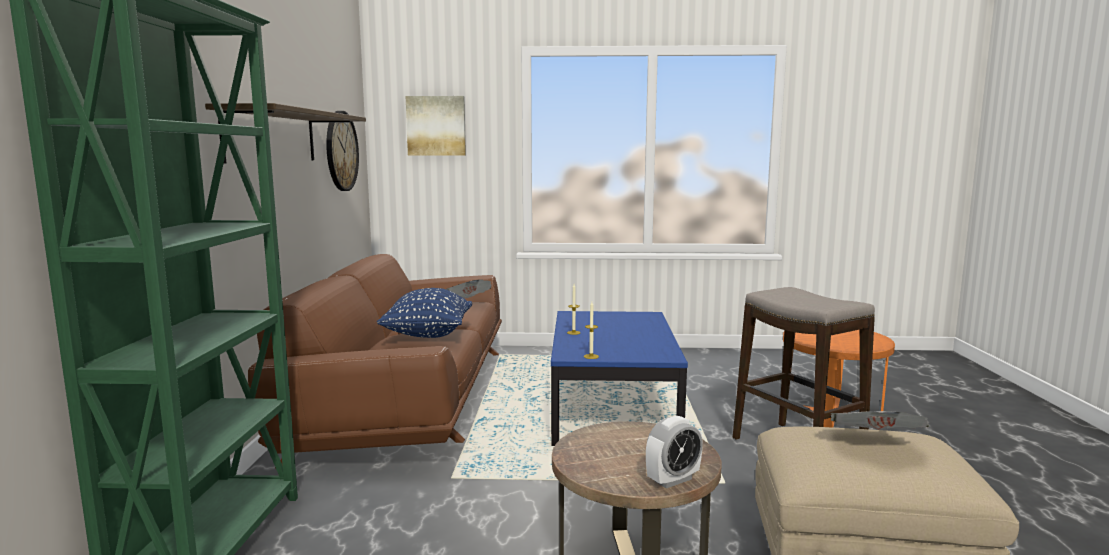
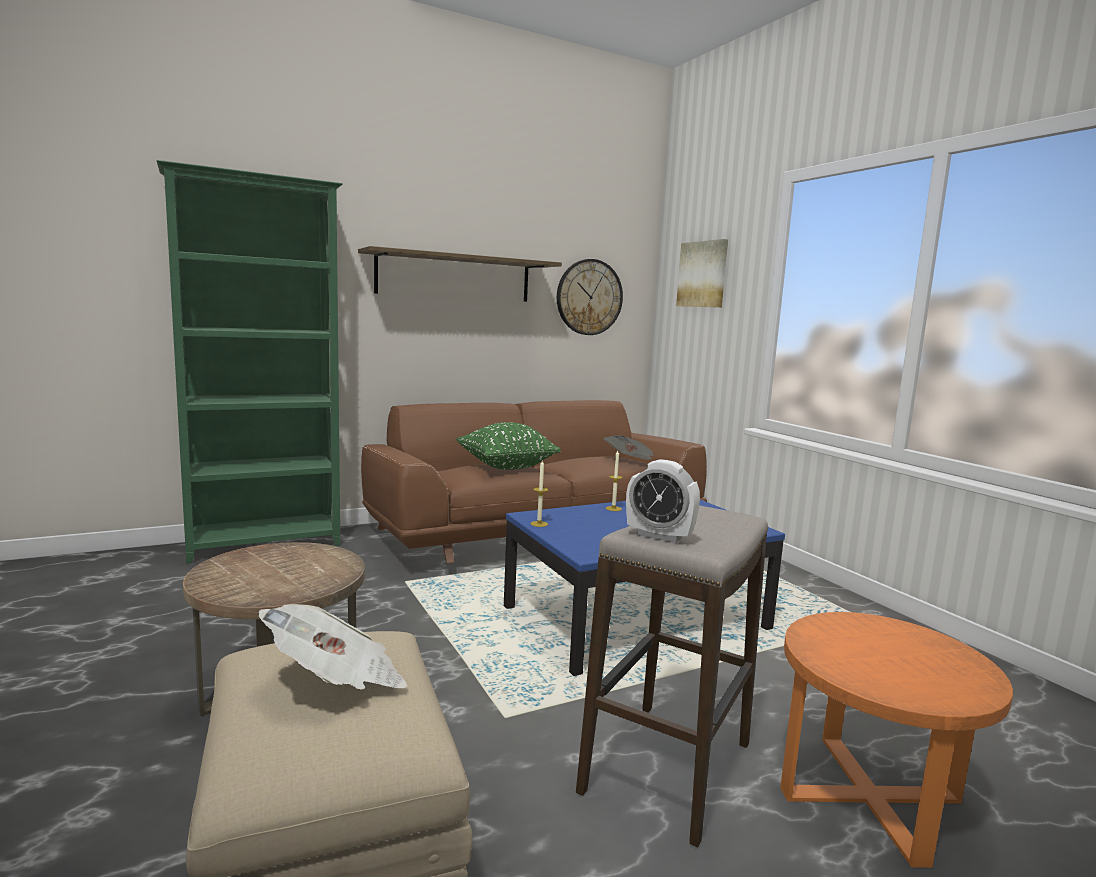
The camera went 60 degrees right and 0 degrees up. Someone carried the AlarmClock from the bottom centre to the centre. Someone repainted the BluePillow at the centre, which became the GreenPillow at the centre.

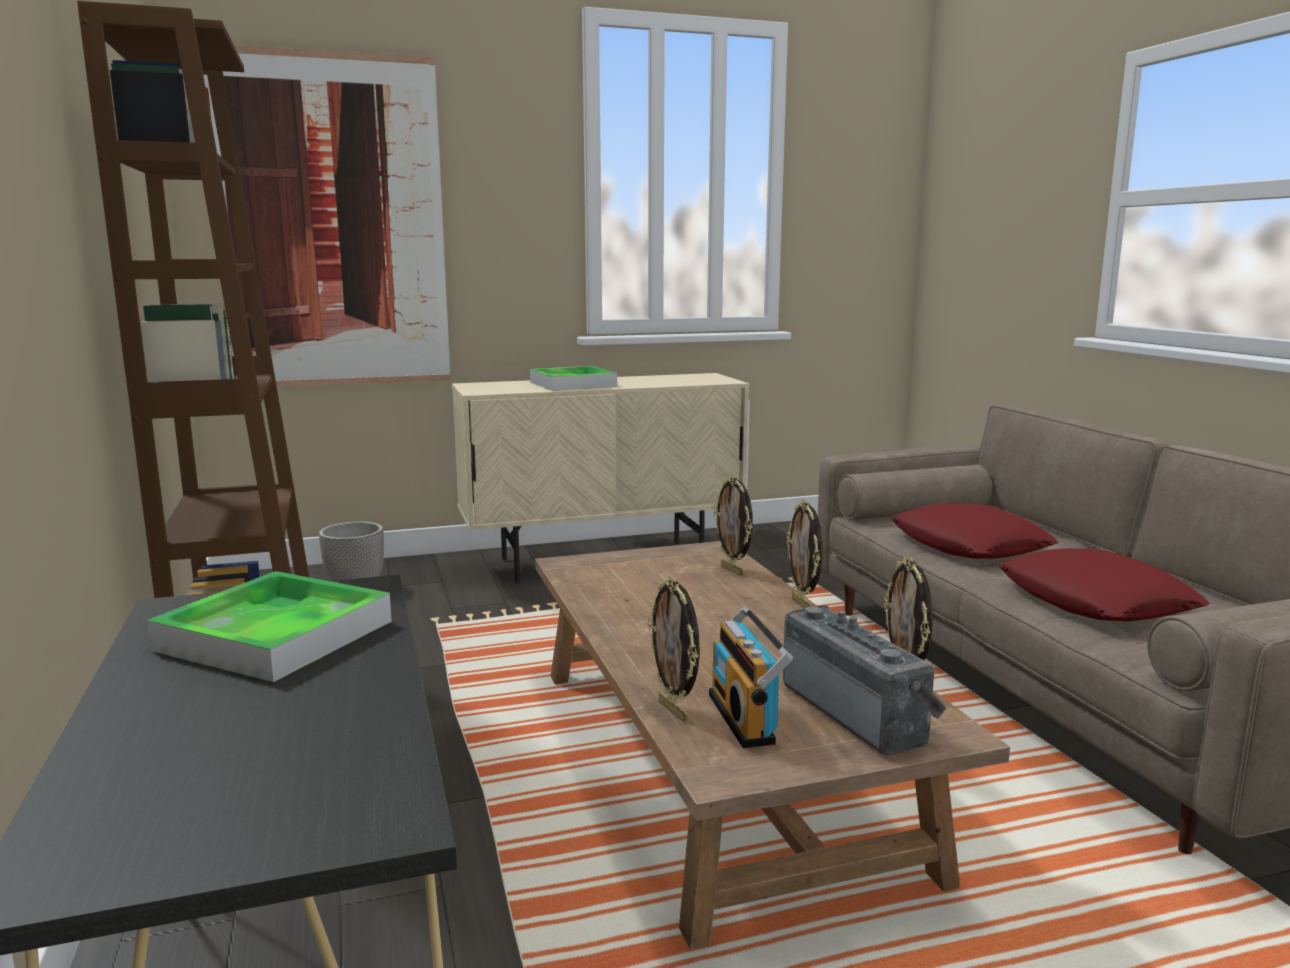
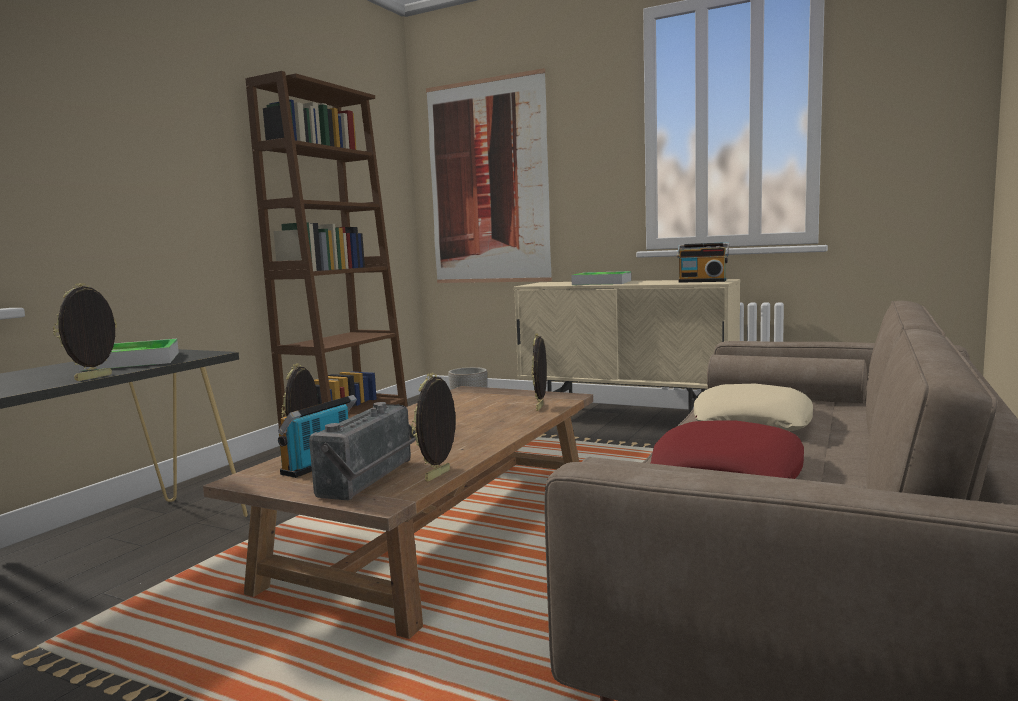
The camera went 45 degrees right and 5 degrees down. Someone put down the Radio (3rd from left) at the middle right. Someone carried the PictureFrame (3rd from left in the first image) from the centre to the middle left. Someone repainted the RedPillow (1st from left) at the middle right, which became the BeigePillow at the middle right.

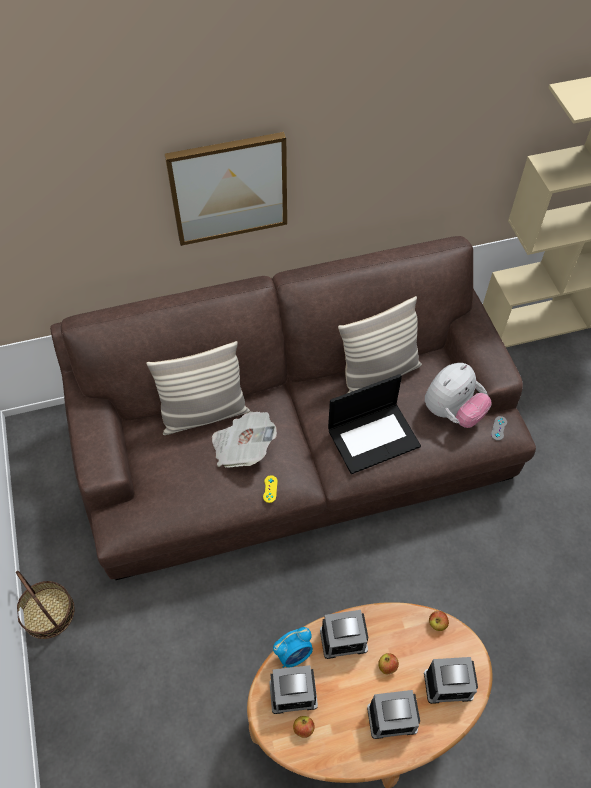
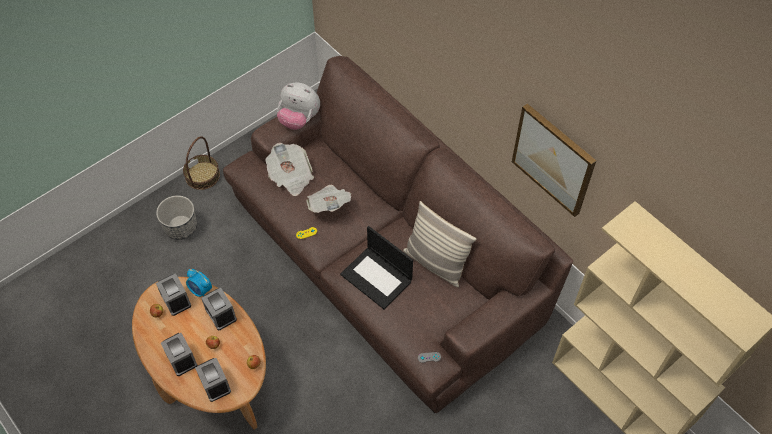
The camera went 65 degrees right and 0 degrees up. Someone took away the Pillow (1st from left) at the centre. Someone put down the Planter at the middle left. Someone put down the Newspaper (1st from left) at the centre. Someone carried the Picture from the top centre to the middle right. Someone carried the PlushToy from the middle right to the top centre.

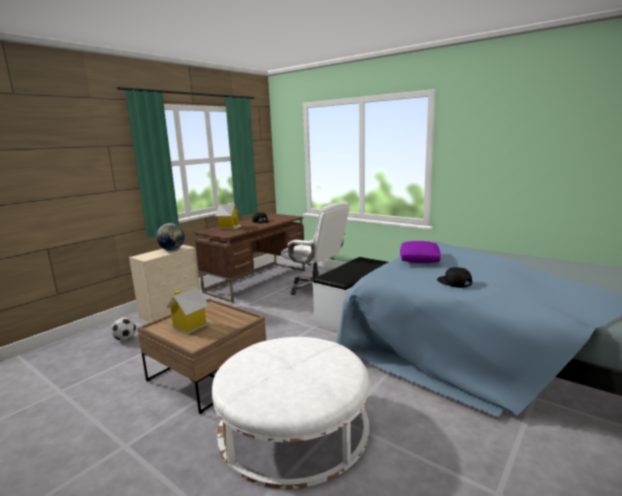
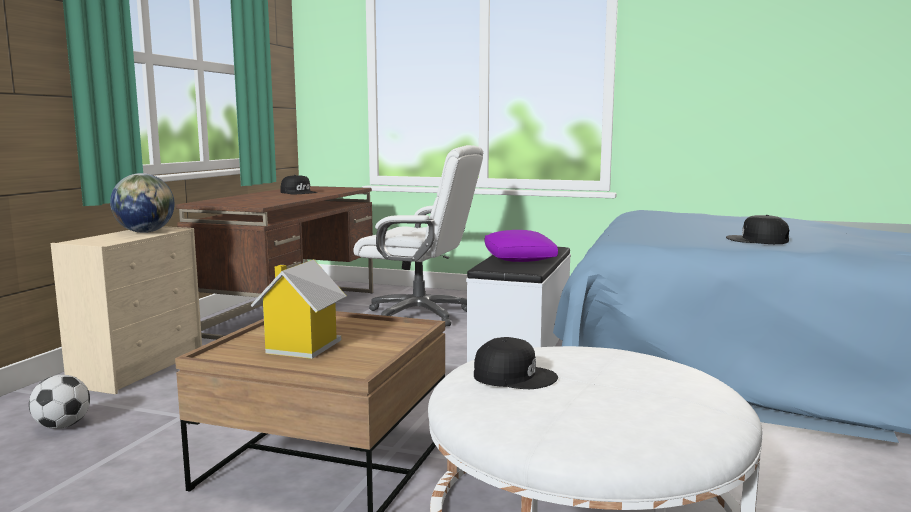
The camera went 20 degrees left and 5 degrees down. Someone took away the ToyHouse (2nd from left) at the centre. Someone put down the BlackCap (2nd from left) at the bottom centre. Someone carried the PurplePillow from the middle right to the centre.

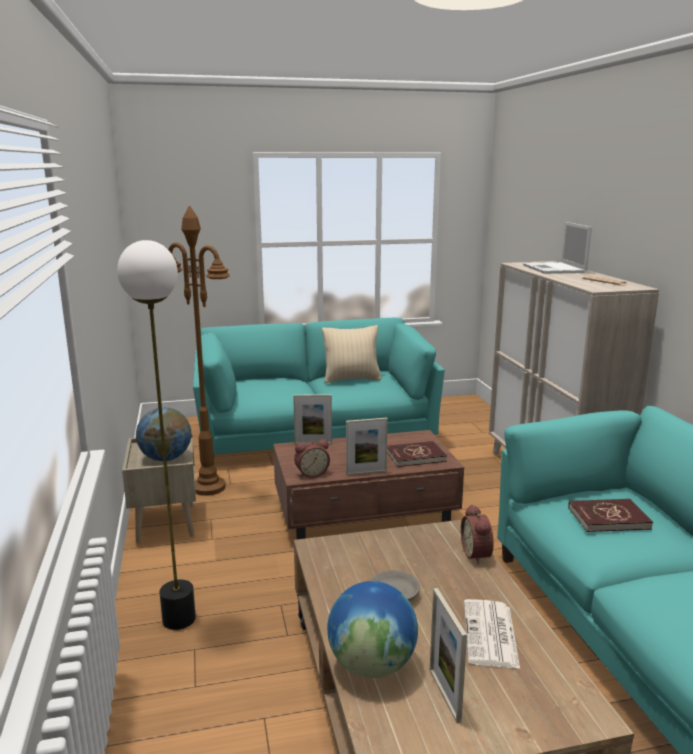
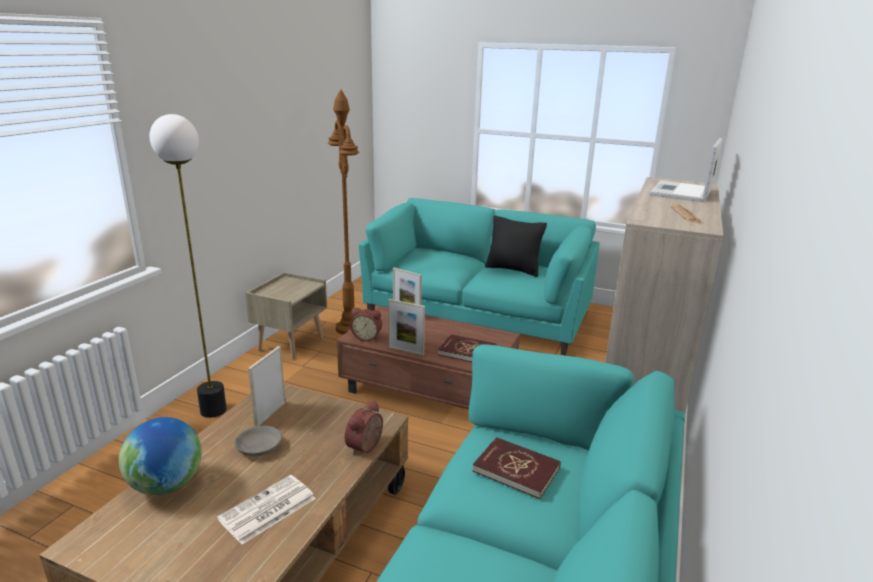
The camera went 35 degrees right and 5 degrees up. Someone took away the Globe (1st from left) at the middle left. Someone carried the PictureFrame (3rd from left in the first image) from the bottom centre to the middle left. Someone repainted the BeigePillow at the centre, which became the BlackPillow at the centre.

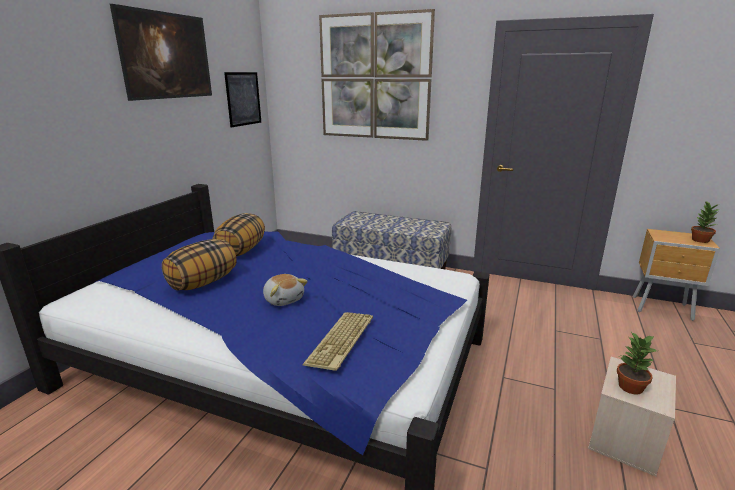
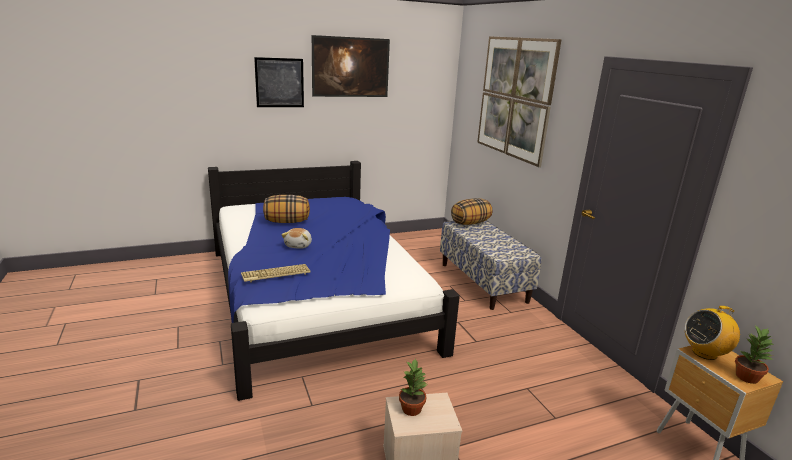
The camera went 45 degrees right and 0 degrees up. Someone put down the Radio at the bottom right. Someone carried the Pillow (2nd from left) from the middle left to the centre. Someone carried the Picture (2nd from left in the first image) from the top left to the top centre.

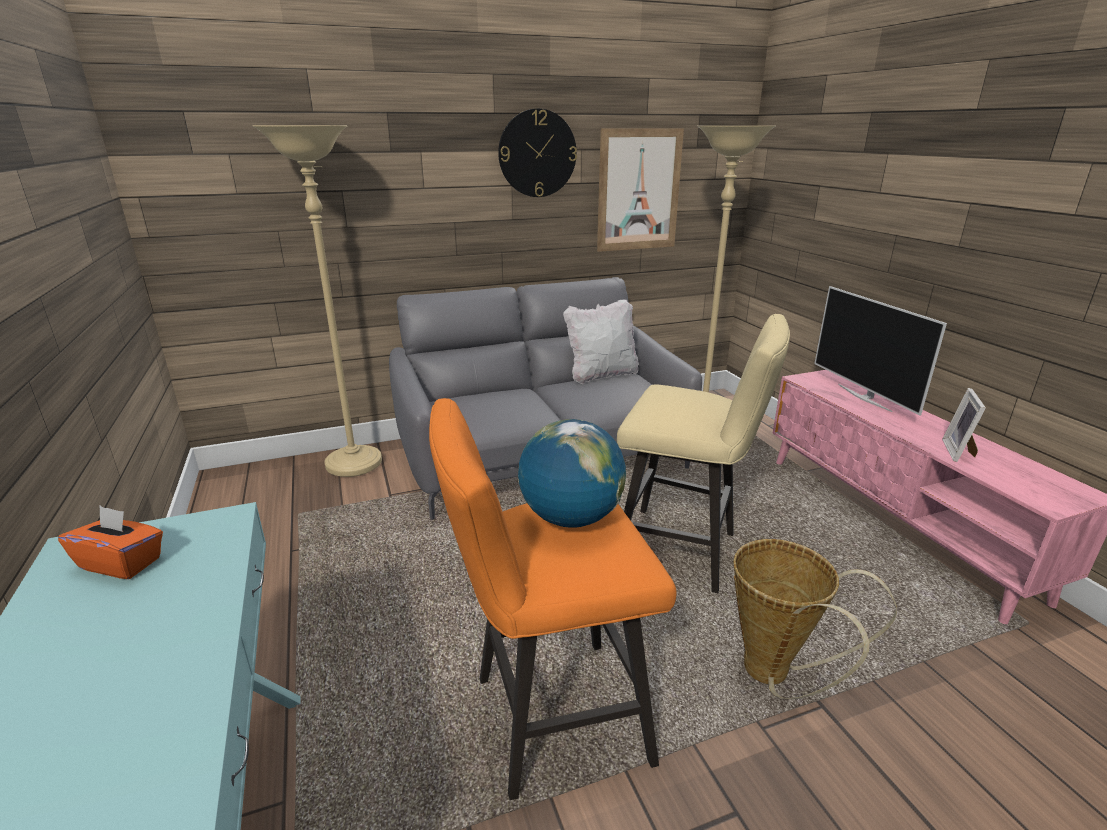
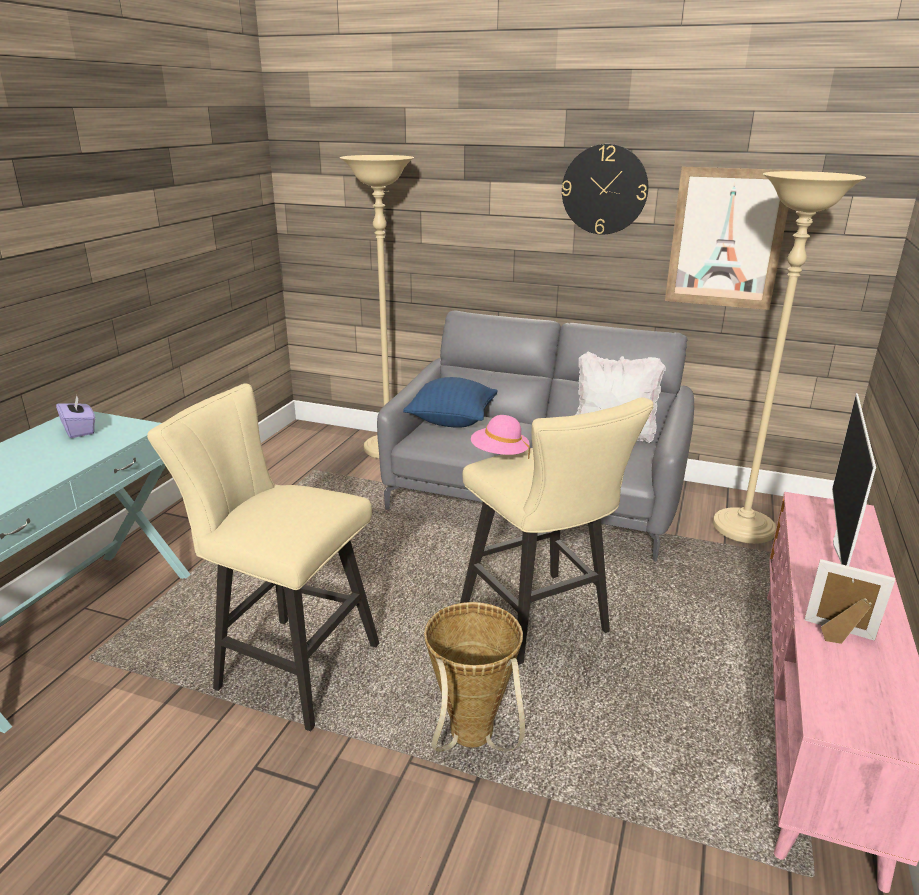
The camera went 40 degrees right and 0 degrees up. Someone took away the Globe at the centre. Someone put down the BluePillow at the centre. Someone put down the PinkHat at the centre. Someone repainted the OrangeTissueBox at the middle left, which became the PurpleTissueBox at the middle left. Someone repainted the OrangeStool at the bottom centre, which became the BeigeStool (1st from left) at the middle left. Someone rotated the PictureFrame at the middle right by 60 degrees clockwise.

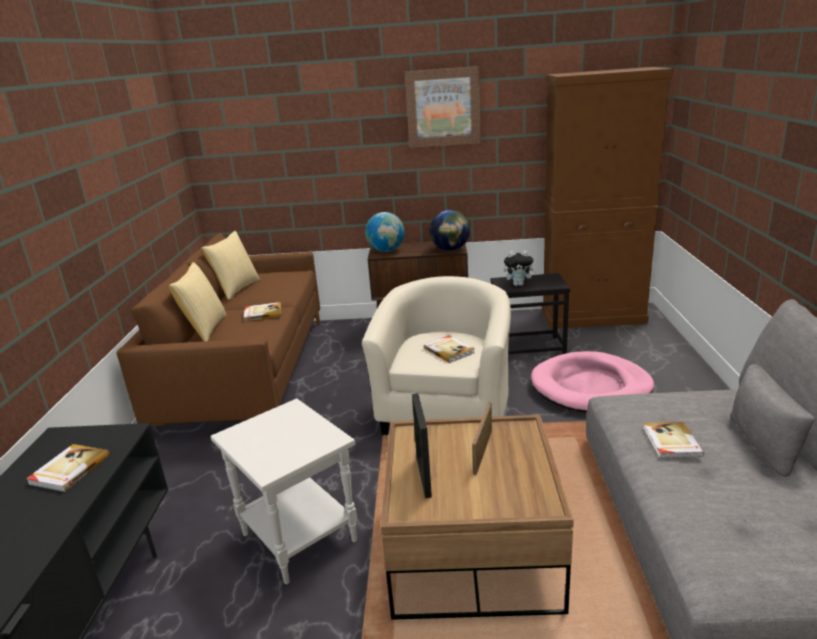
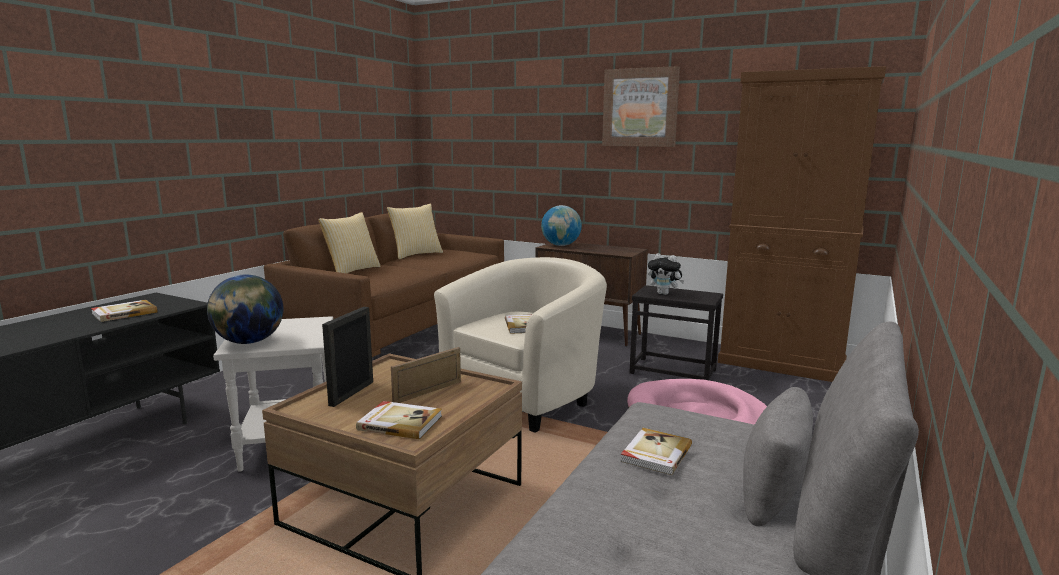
The camera went 25 degrees right and 10 degrees down. Someone carried the Book (2nd from left) from the middle left to the bottom centre. Someone carried the Globe (2nd from left in the first image) from the centre to the middle left.

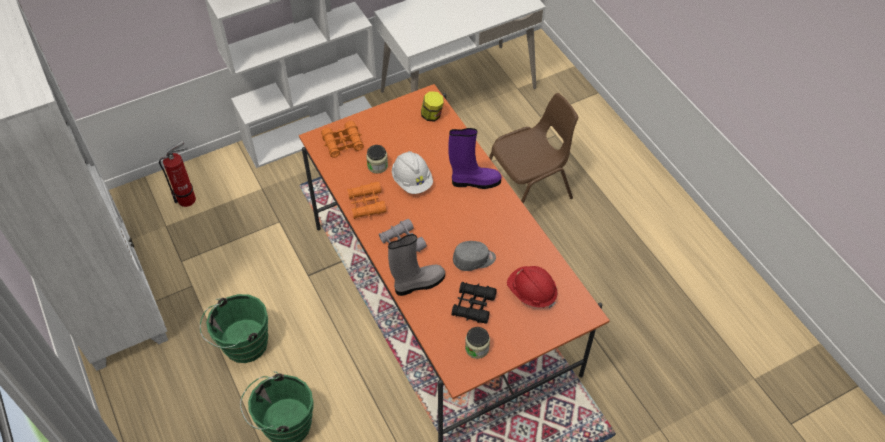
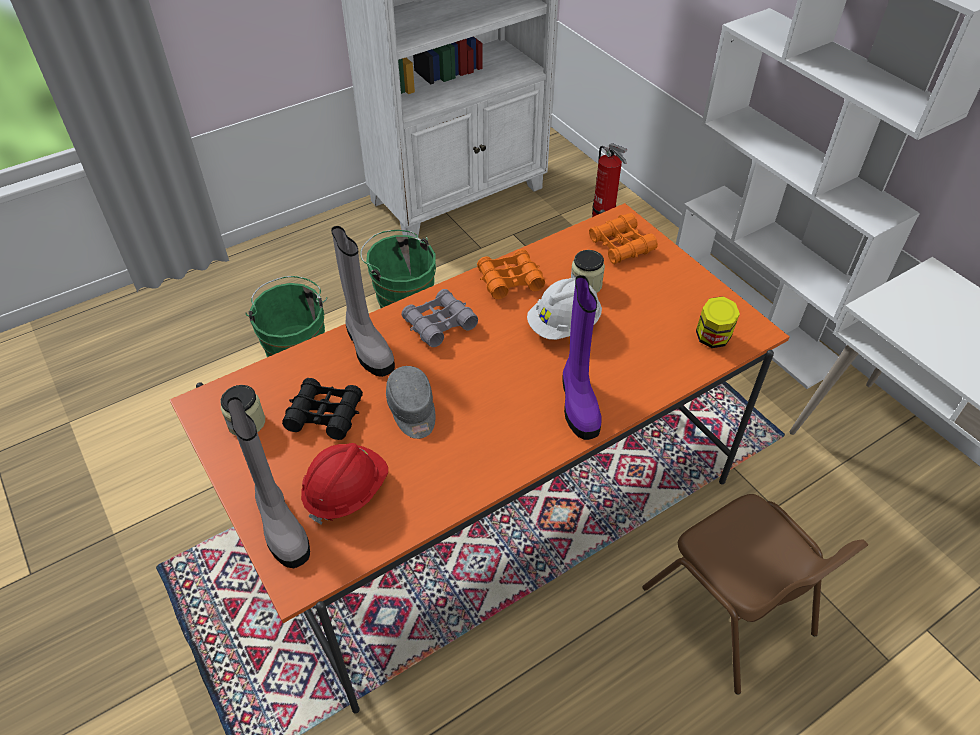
The camera went 85 degrees right and 5 degrees down. Someone put down the GreyBoot (1st from left) at the middle left.

